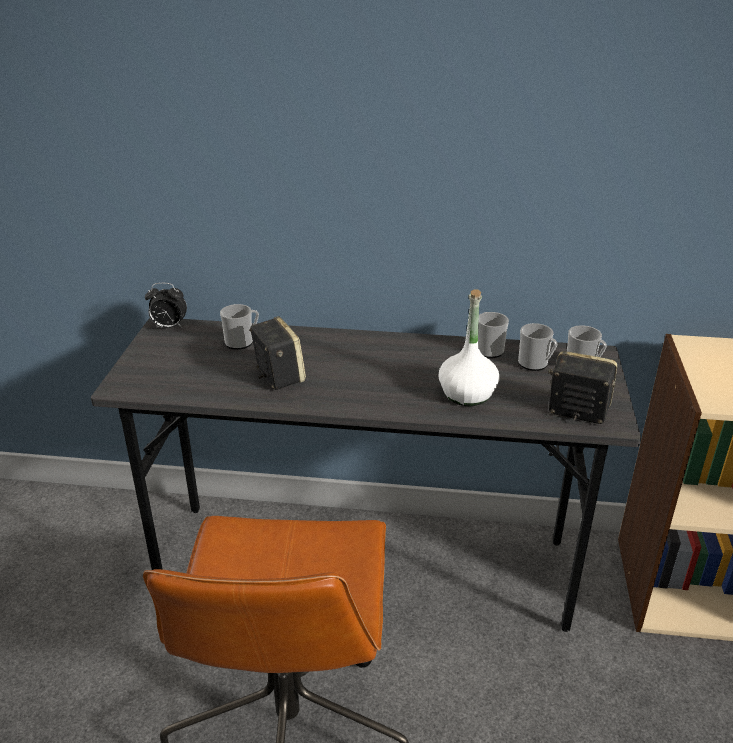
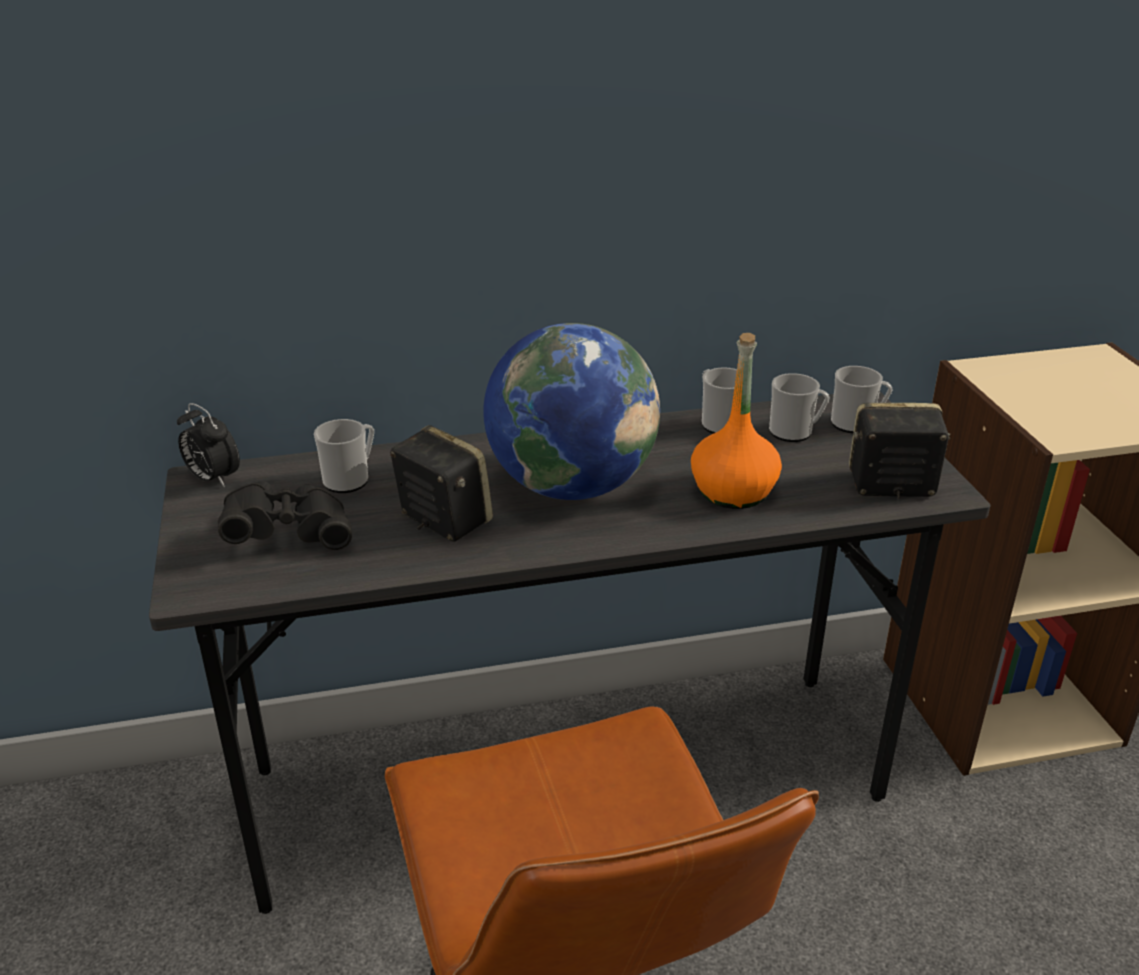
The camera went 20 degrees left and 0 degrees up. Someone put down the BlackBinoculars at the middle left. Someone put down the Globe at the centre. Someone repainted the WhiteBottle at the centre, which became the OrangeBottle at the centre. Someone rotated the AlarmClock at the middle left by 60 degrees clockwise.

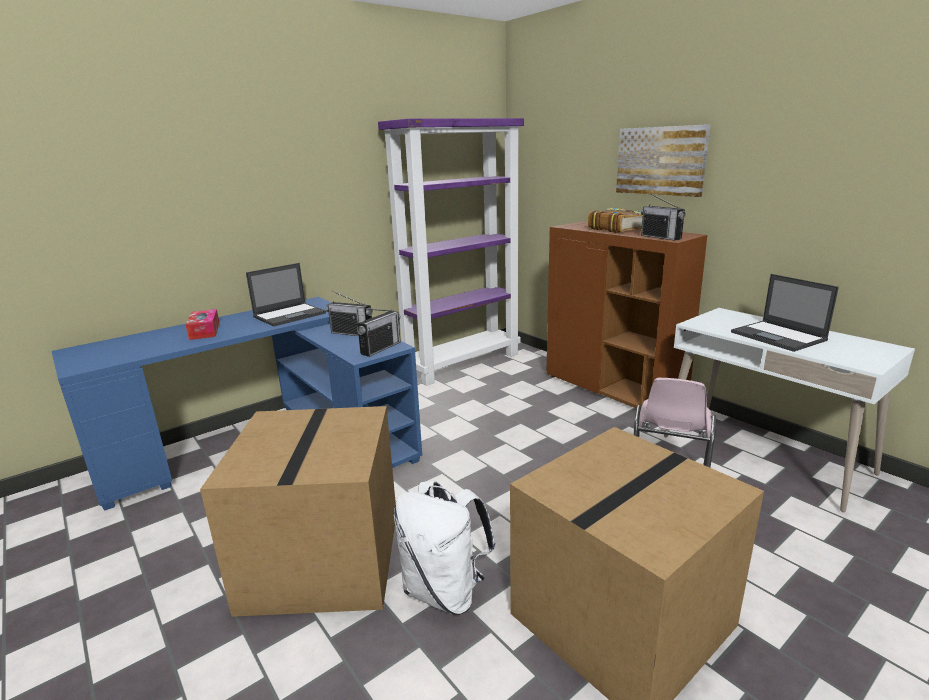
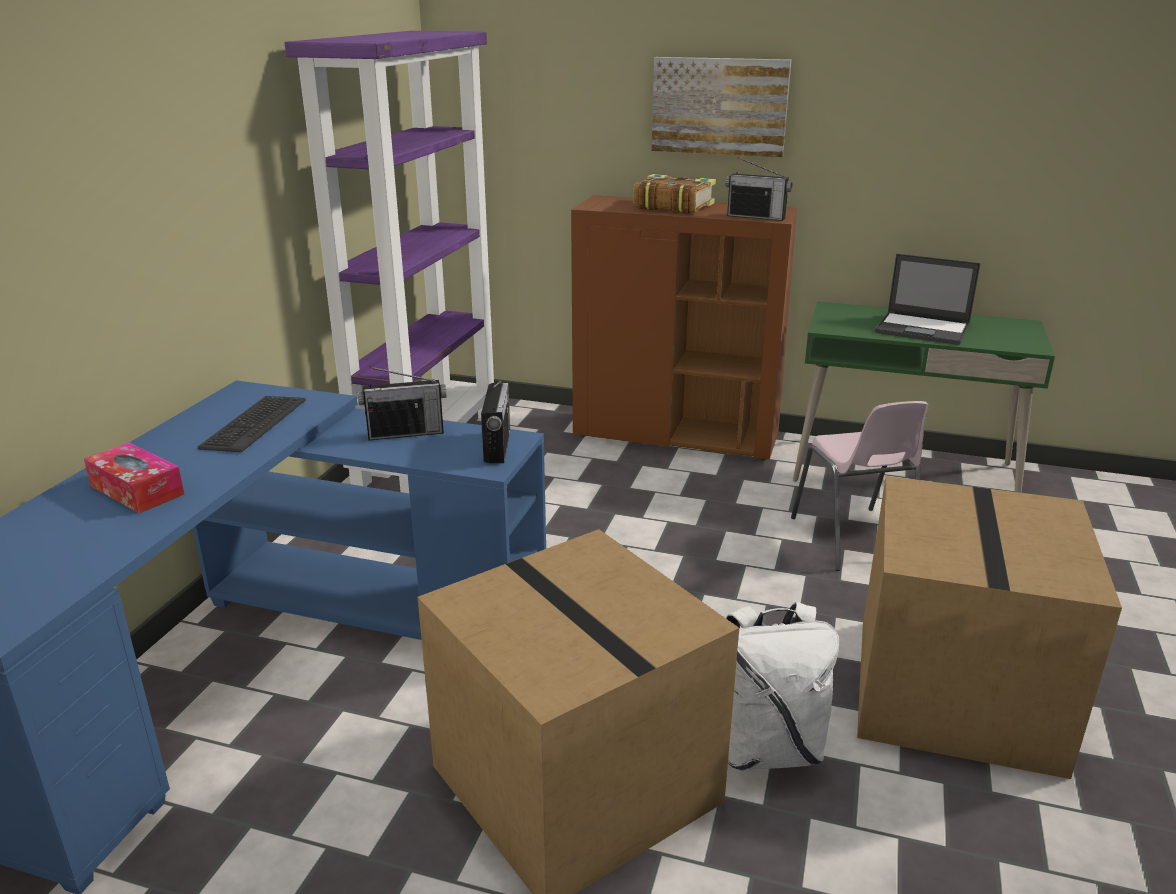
The camera went 35 degrees left and 5 degrees up. Someone swapped the Laptop (1st from left) at the middle left for the Keyboard at the middle left. Someone repainted the WhiteDesk at the middle right, which became the GreenDesk at the middle right.

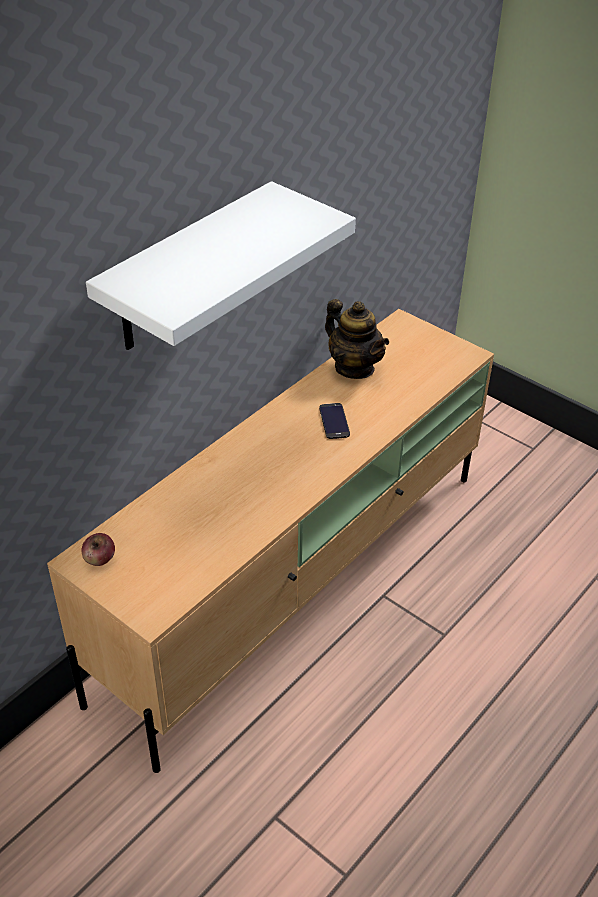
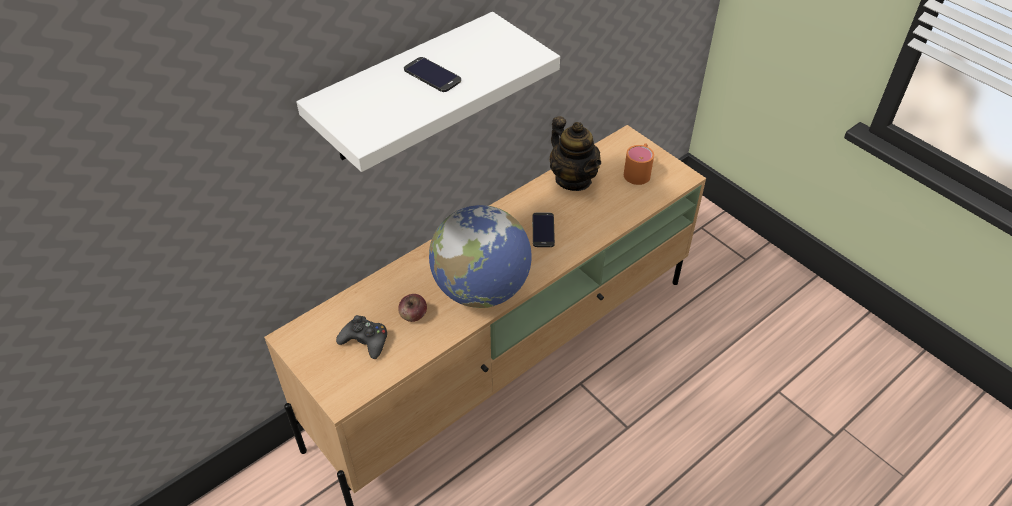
The camera went 10 degrees right and 5 degrees up. Someone put down the BlackGameController at the centre. Someone put down the Phone (1st from left) at the top centre. Someone put down the Globe at the centre. Someone put down the OrangeMug at the top centre. Someone carried the Apple from the middle left to the centre.

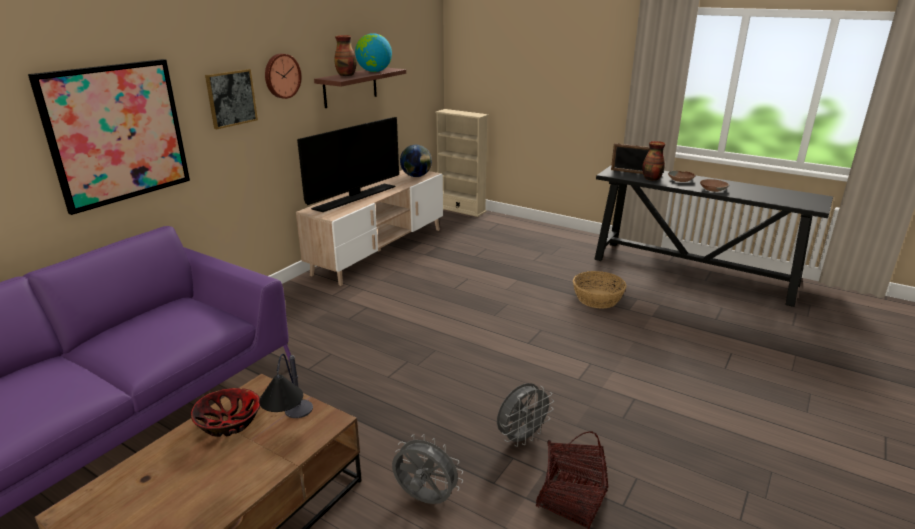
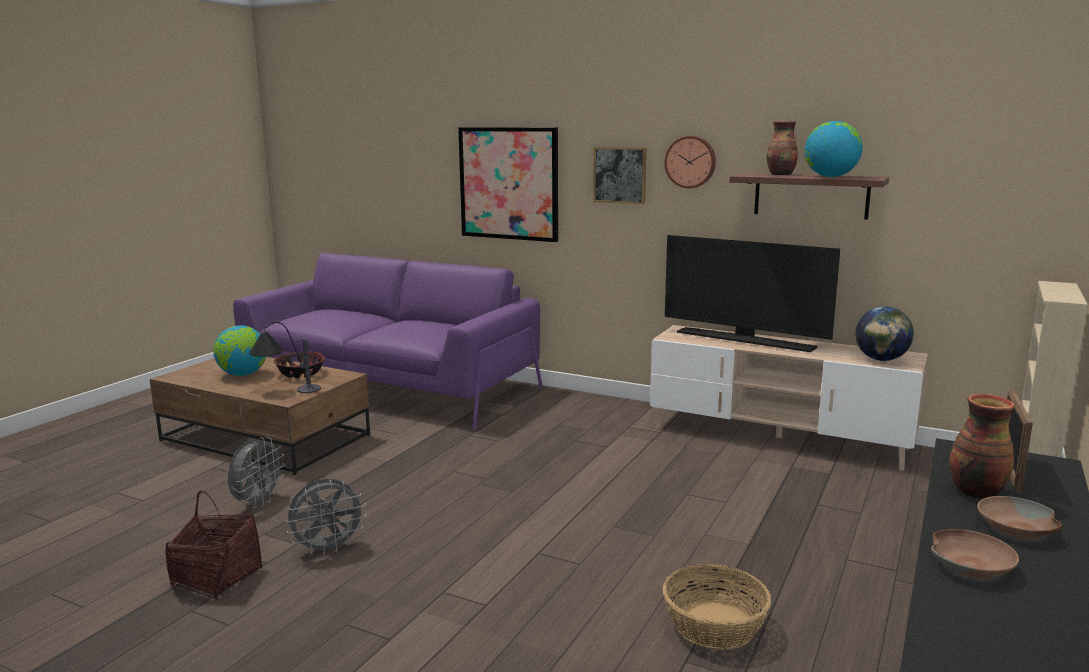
The camera went 85 degrees right and 10 degrees down. Someone put down the Globe (1st from left) at the middle left. Someone rotated the GreyFan (2nd from left) at the bottom centre by 75 degrees counterclockwise.

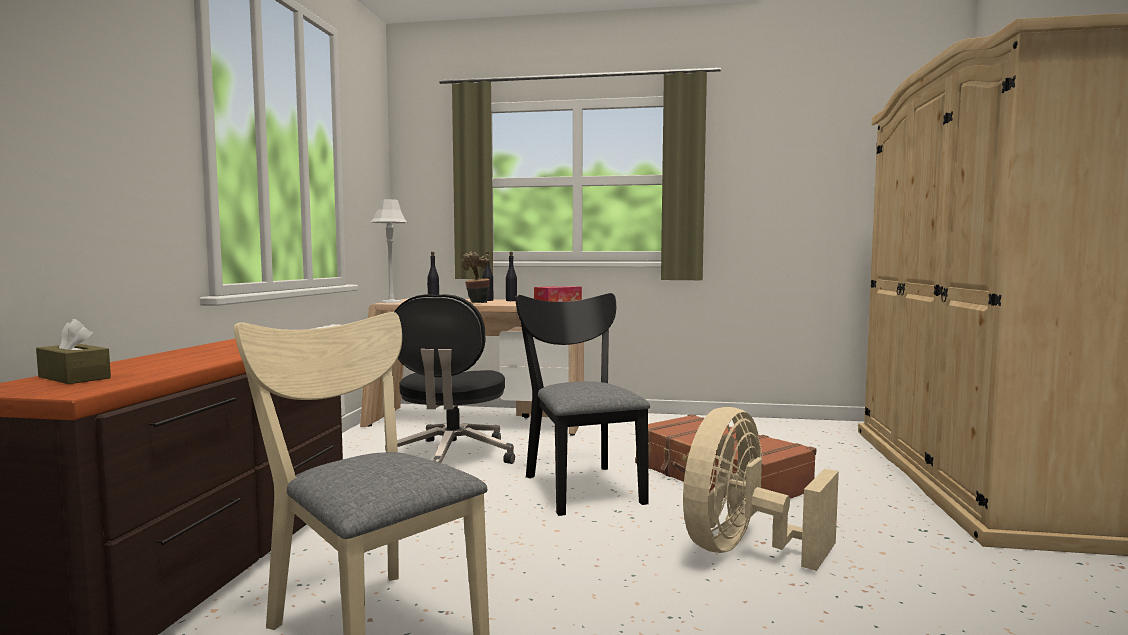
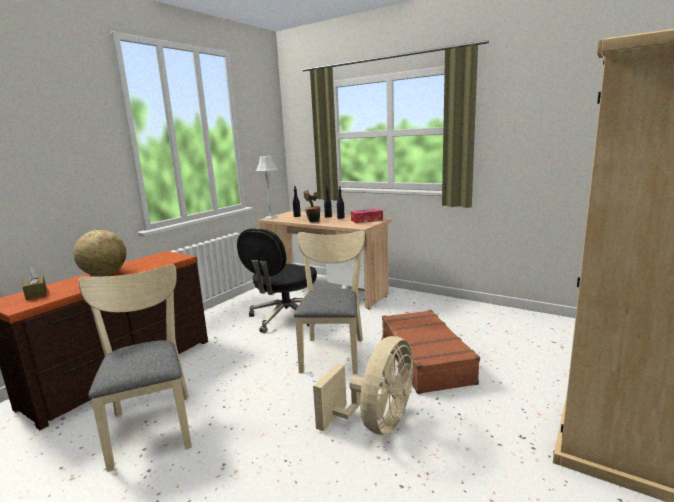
The camera went 25 degrees right and 10 degrees up. Someone put down the Globe at the middle left. Someone repainted the BlackChair at the centre, which became the BeigeChair (2nd from left) at the centre. Someone rotated the BeigeFan at the bottom right by 150 degrees clockwise.

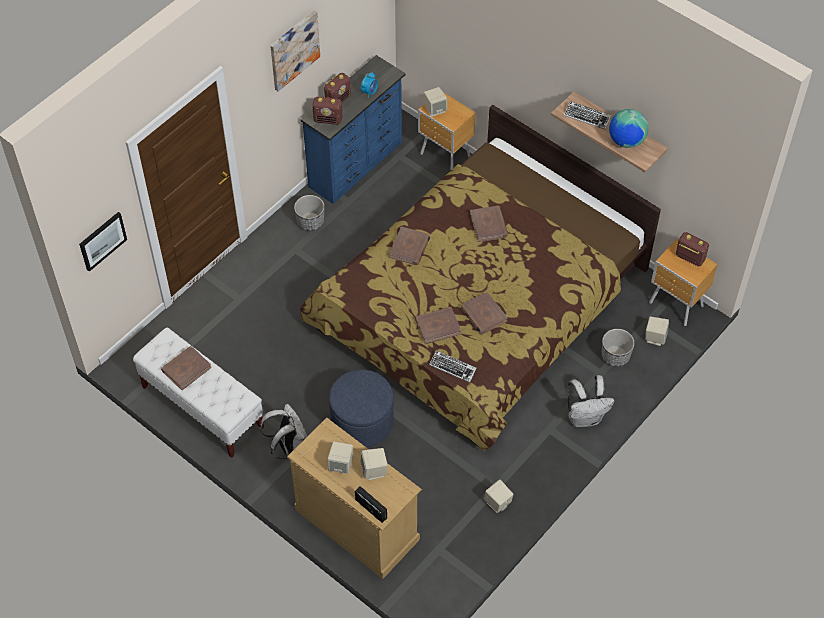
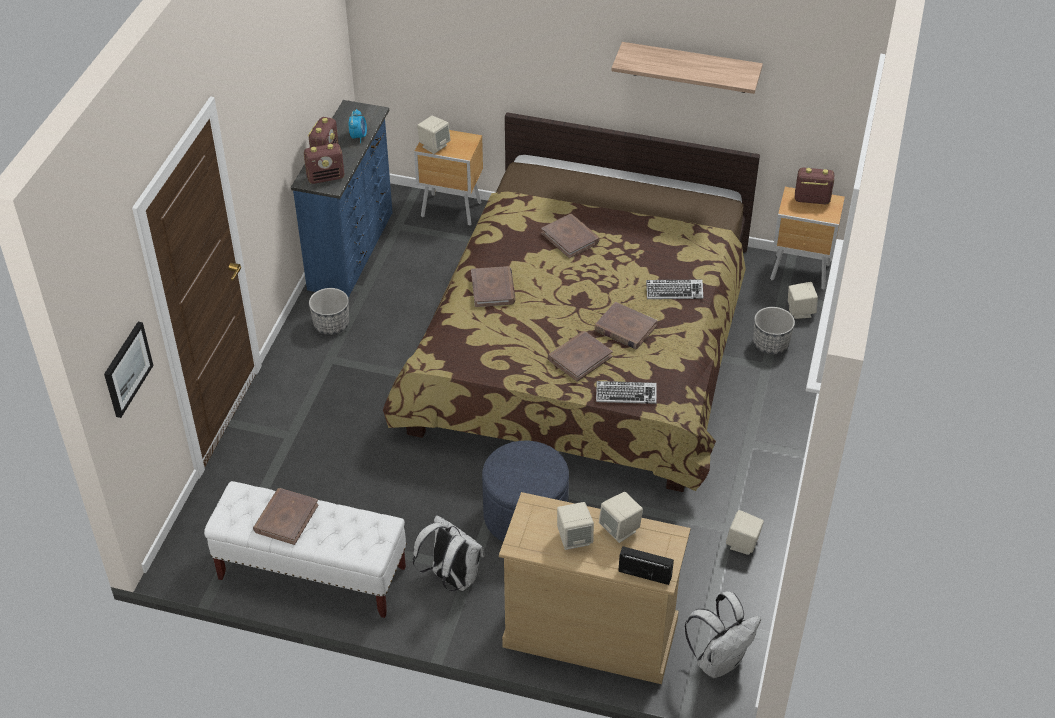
The camera went 25 degrees left and 10 degrees down. Someone took away the Picture (2nd from left) at the top centre. Someone took away the Globe at the top right. Someone carried the Keyboard (2nd from left) from the top right to the centre. Someone carried the WhiteBackpack (2nd from left) from the middle right to the bottom right.

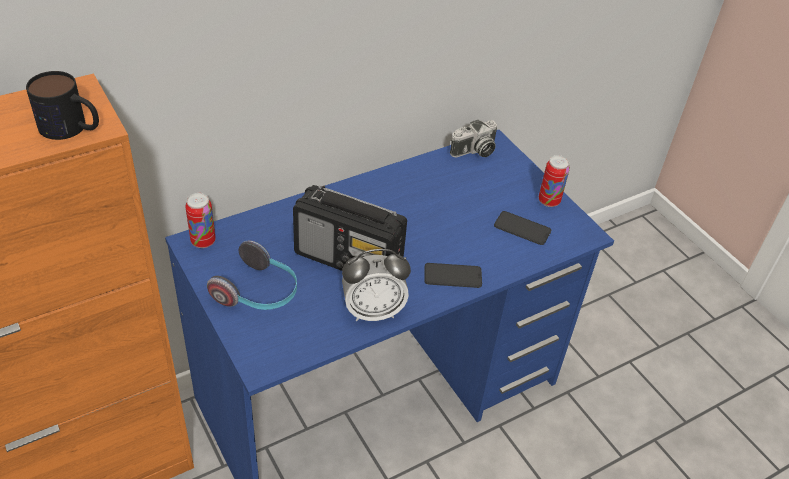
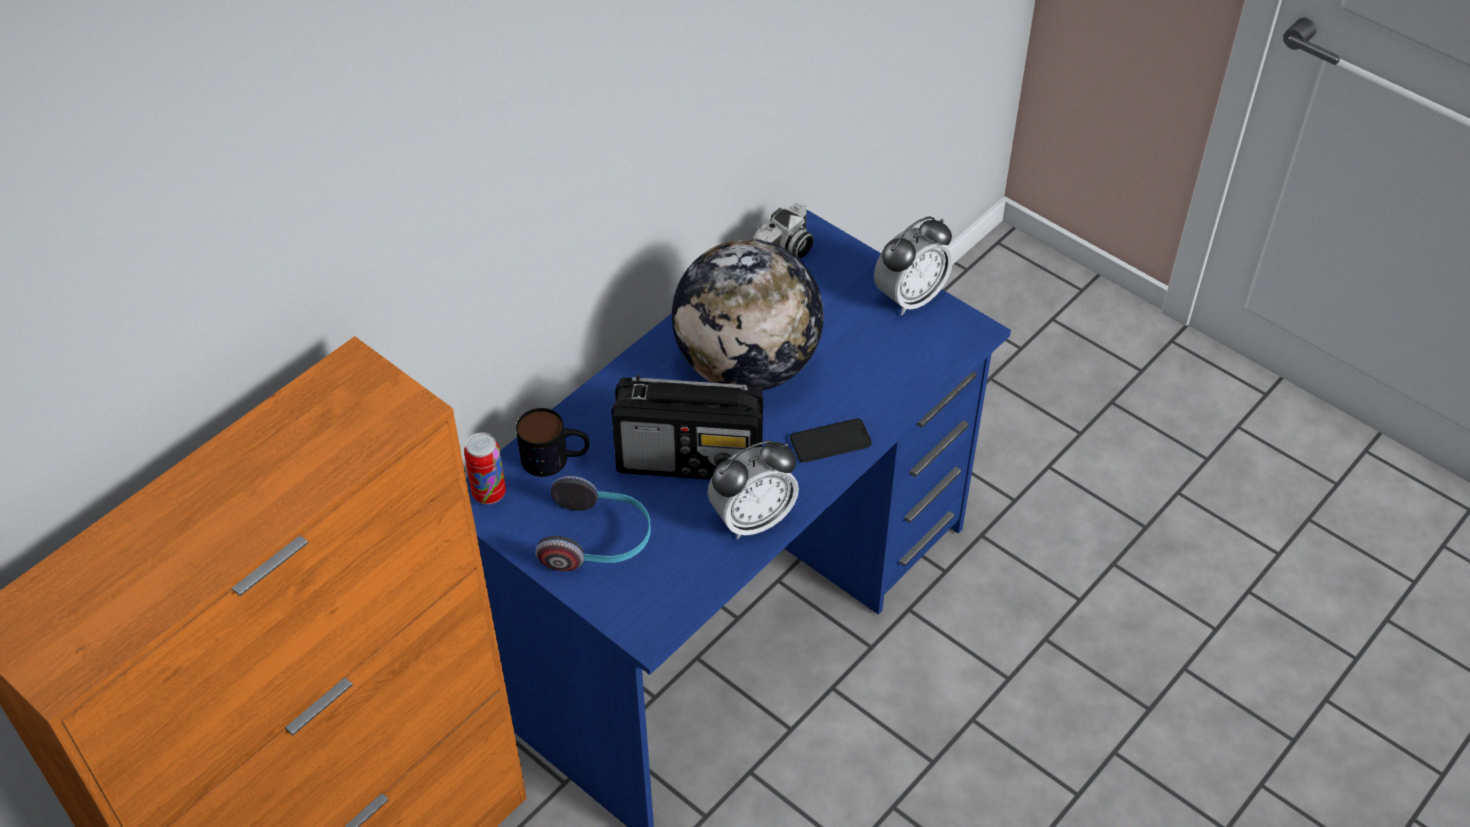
The camera went 15 degrees left and 5 degrees up. Someone took away the Phone (2nd from left) at the centre. Someone put down the Globe at the centre. Someone carried the Mug from the top left to the centre. Someone swapped the Can (2nd from left) at the middle right for the AlarmClock (2nd from left) at the top centre.

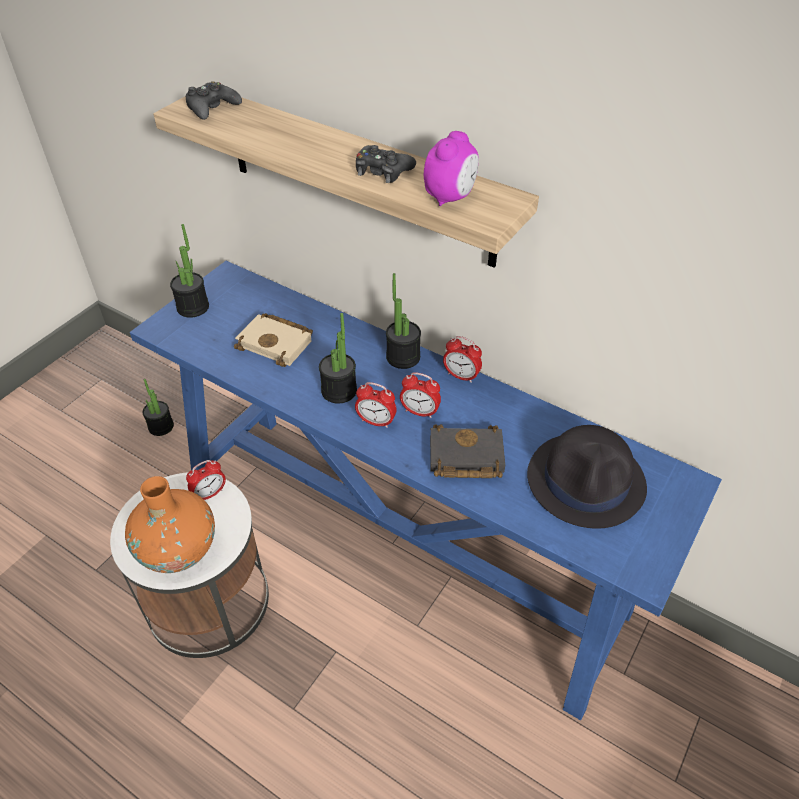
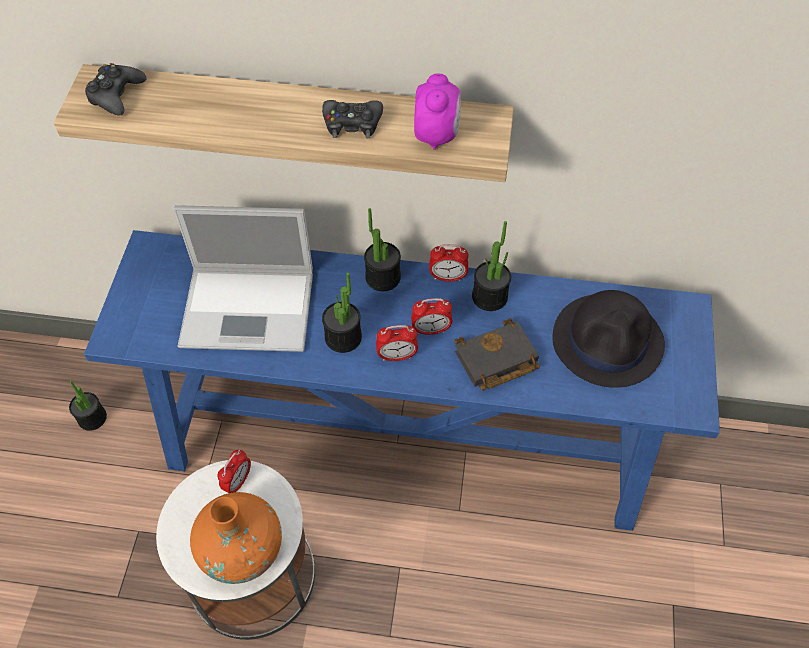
The camera went 25 degrees left and 10 degrees up. Someone carried the PottedPlant (2nd from left in the first image) from the middle left to the centre. Someone swapped the BeigeBook at the centre for the Laptop at the middle left.

